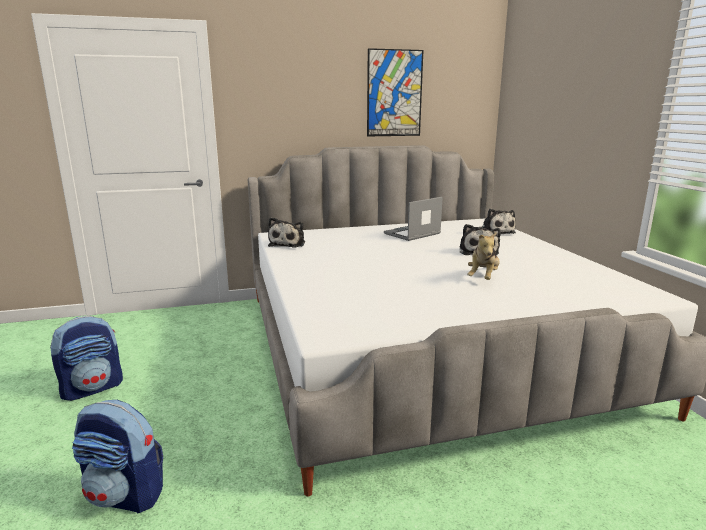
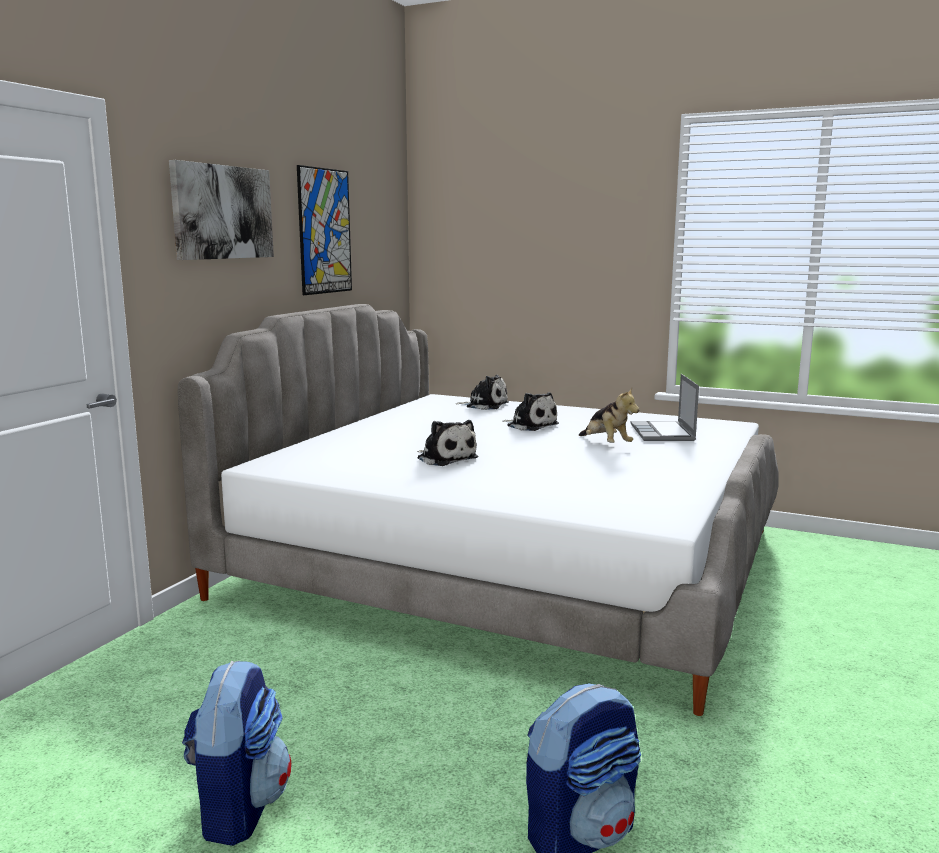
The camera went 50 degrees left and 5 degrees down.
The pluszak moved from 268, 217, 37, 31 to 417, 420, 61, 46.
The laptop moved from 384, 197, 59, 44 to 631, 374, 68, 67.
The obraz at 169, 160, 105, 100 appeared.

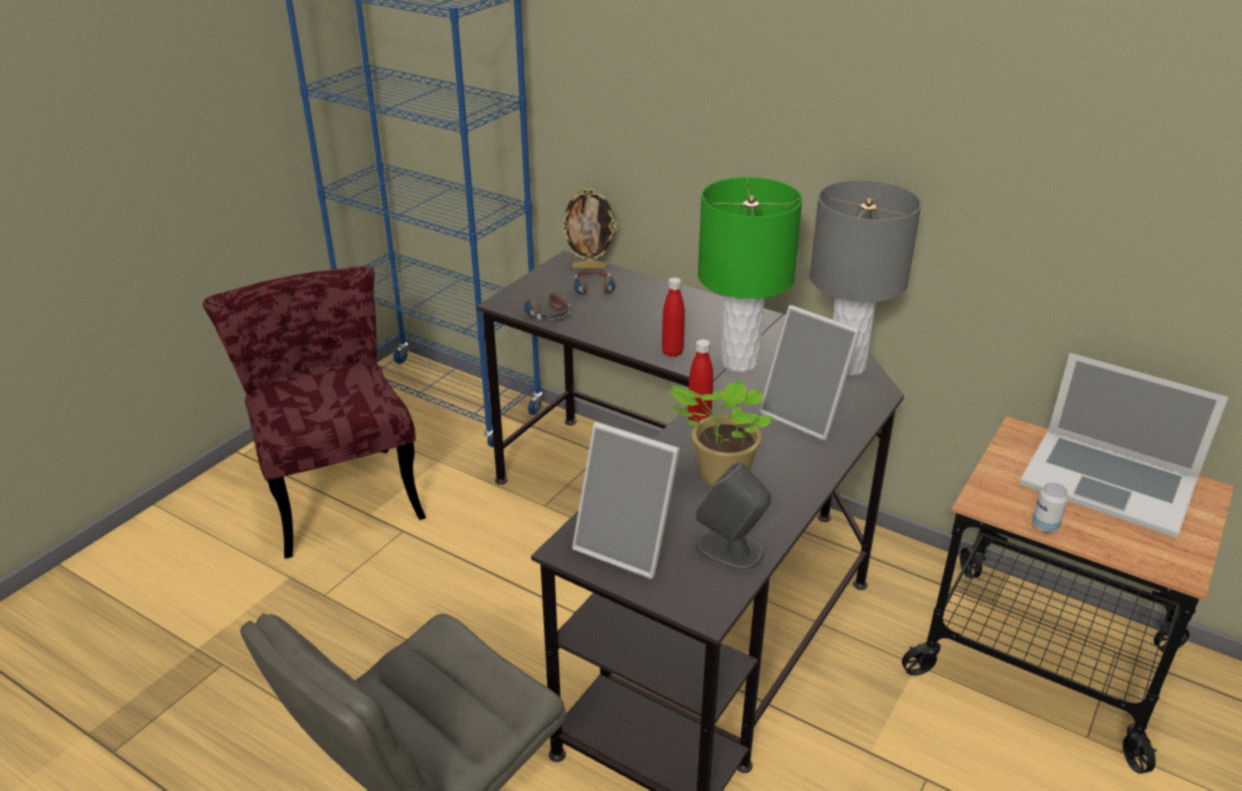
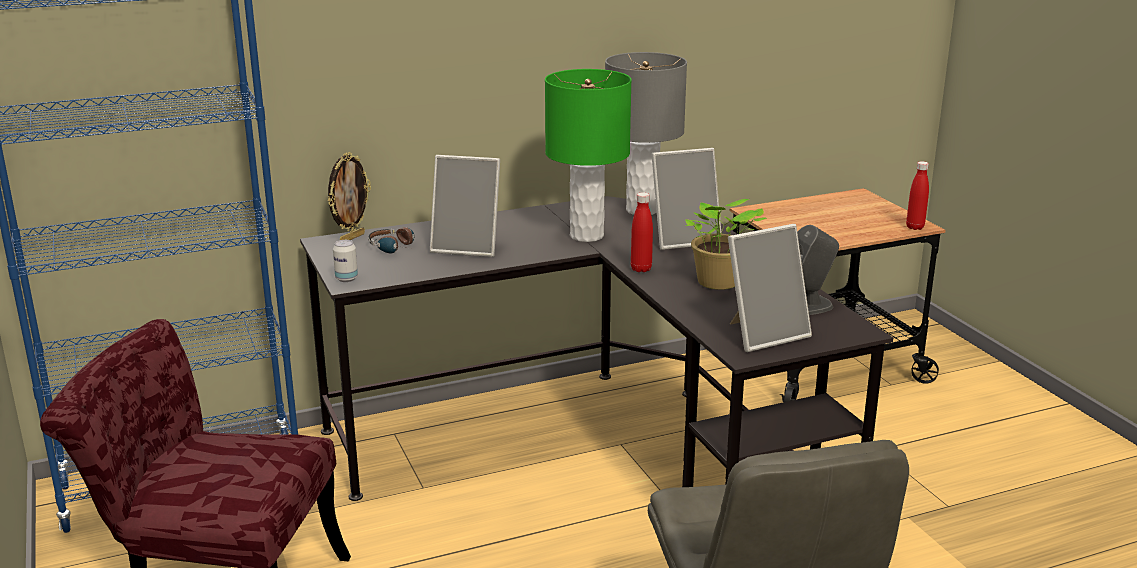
The camera went 55 degrees left and 10 degrees down.
The słuchawki at 524, 291, 46, 30 disappeared.
The butelka [czerwony] moved from 662, 278, 23, 79 to 906, 161, 23, 69.
The laptop at 1019, 353, 210, 185 disappeared.
The puszka moved from 1032, 483, 37, 49 to 333, 240, 25, 42.
The ramka na zdjęcie at 430, 155, 70, 102 appeared.

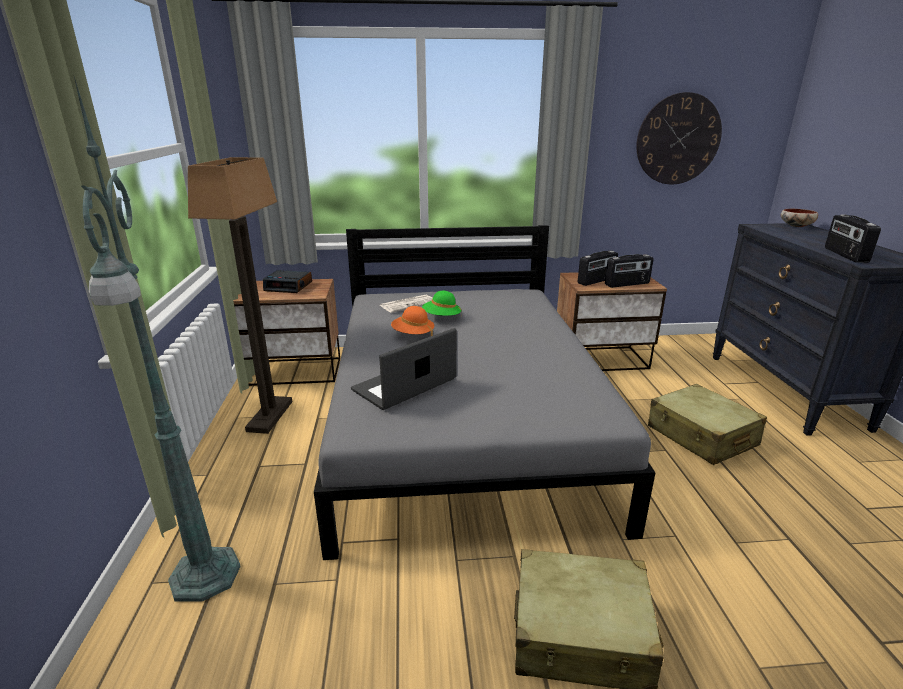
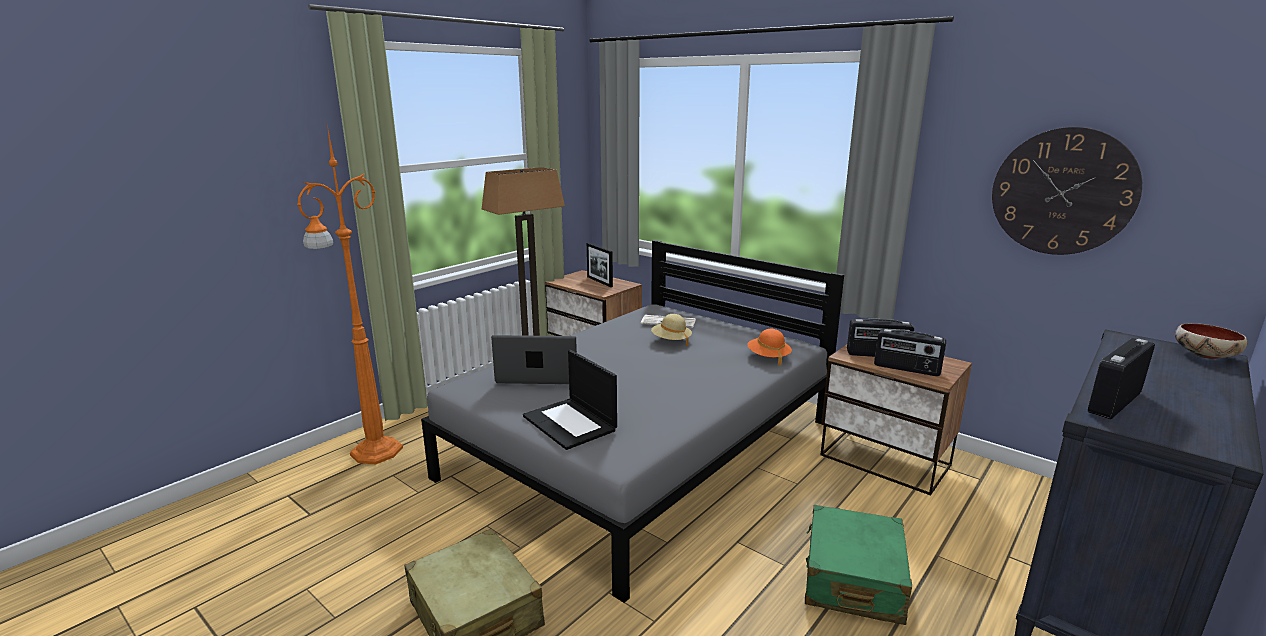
The camera went 45 degrees right and 5 degrees down.
The lampa stojąca [zielony] at 74, 77, 167, 525 became the lampa stojąca [pomarańczowy] at 297, 125, 106, 339.
The budzik at 263, 270, 49, 23 was replaced by the ramka na zdjęcie at 587, 243, 26, 44.
The kapelusz [pomarańczowy] moved from 391, 306, 43, 30 to 747, 329, 45, 37.
The kapelusz [zielony] at 422, 291, 40, 25 became the kapelusz [beżowy] at 651, 314, 41, 32.
The walizka [beżowy] at 648, 384, 119, 81 became the walizka [zielony] at 805, 505, 107, 120.
The laptop at 523, 350, 94, 100 appeared.

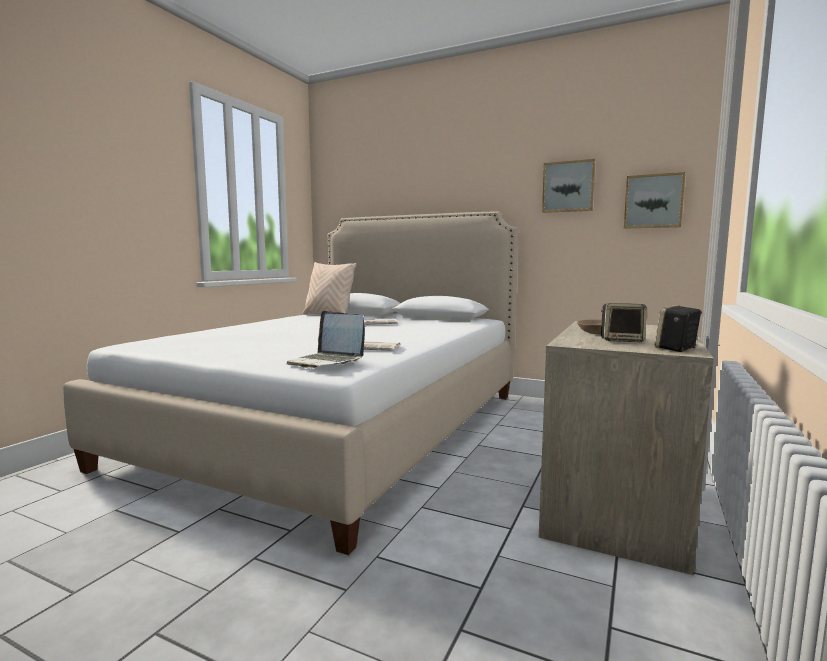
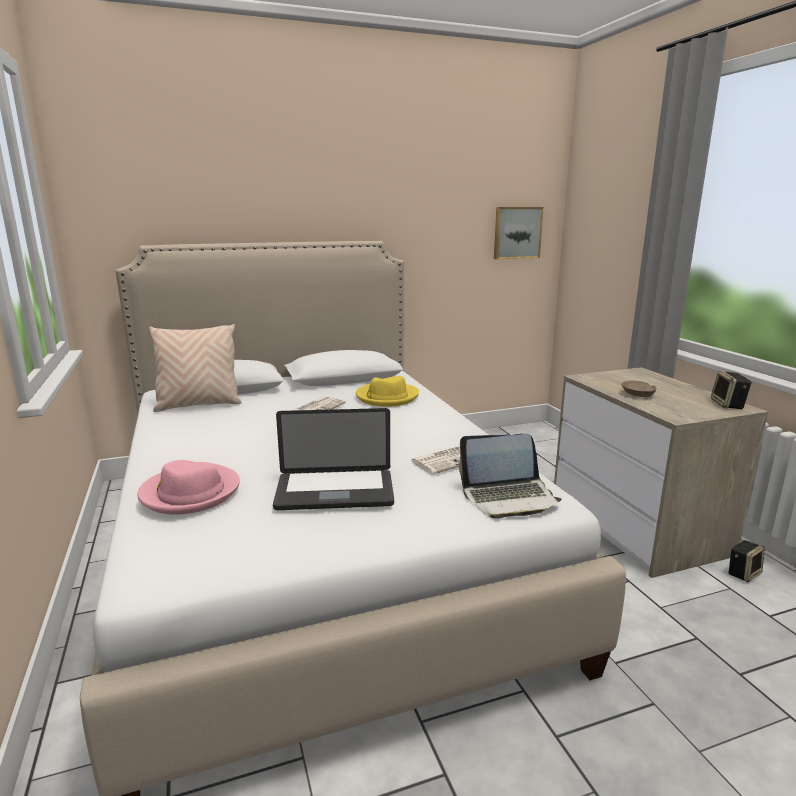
The camera went 45 degrees left and 10 degrees up.
The obraz at 542, 159, 53, 54 disappeared.
The głośnik moved from 601, 303, 46, 39 to 728, 540, 37, 42.
The kapelusz [różowy] at 137, 460, 103, 55 appeared.
The laptop at 273, 408, 121, 102 appeared.
The kapelusz [żółty] at 356, 376, 63, 31 appeared.

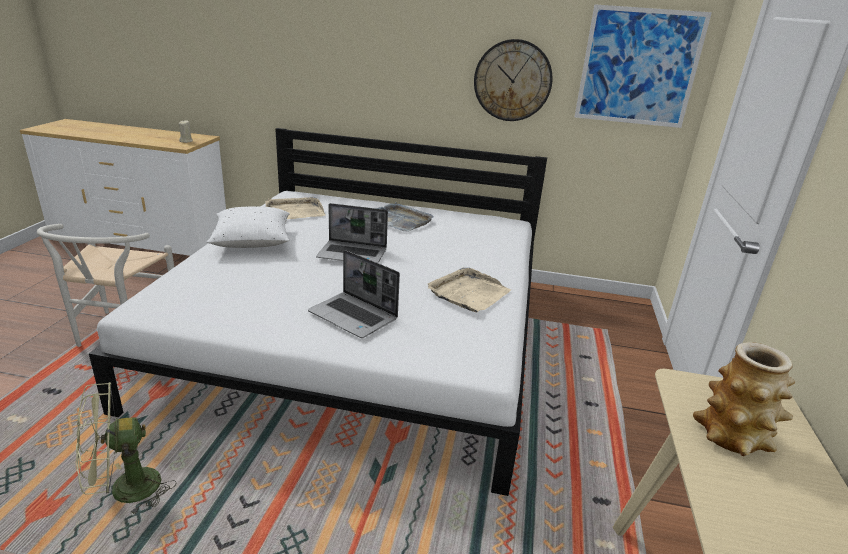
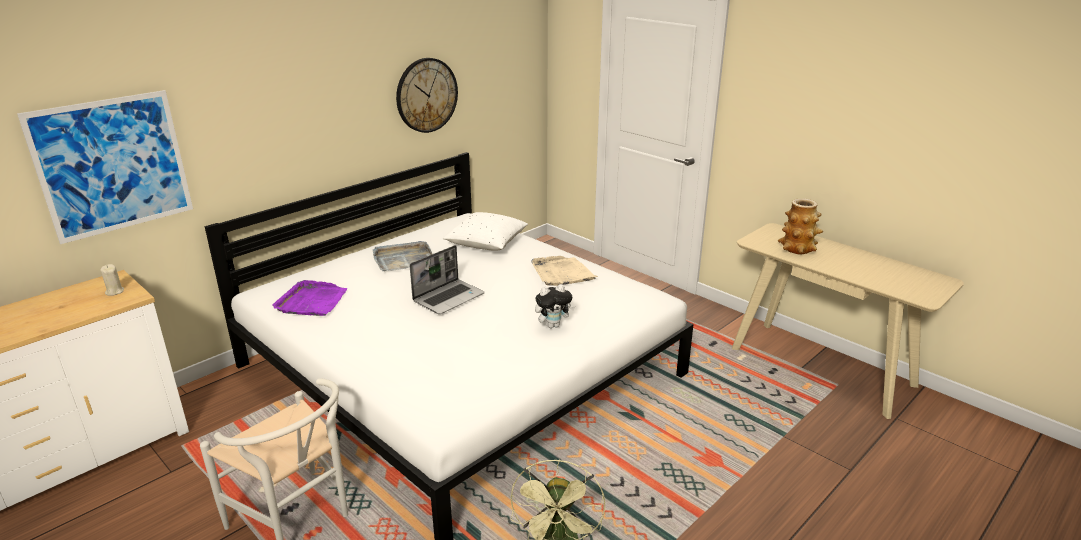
The camera went 55 degrees left and 0 degrees up.
The poduszka [biały] moved from 207, 206, 83, 42 to 443, 212, 85, 39.
The taca [beżowy] at 265, 197, 61, 22 became the taca [fioletowy] at 272, 280, 76, 36.
The laptop at 308, 250, 92, 88 was replaced by the pluszak at 535, 284, 40, 44.
The obraz moved from 575, 4, 137, 124 to 17, 90, 176, 154.

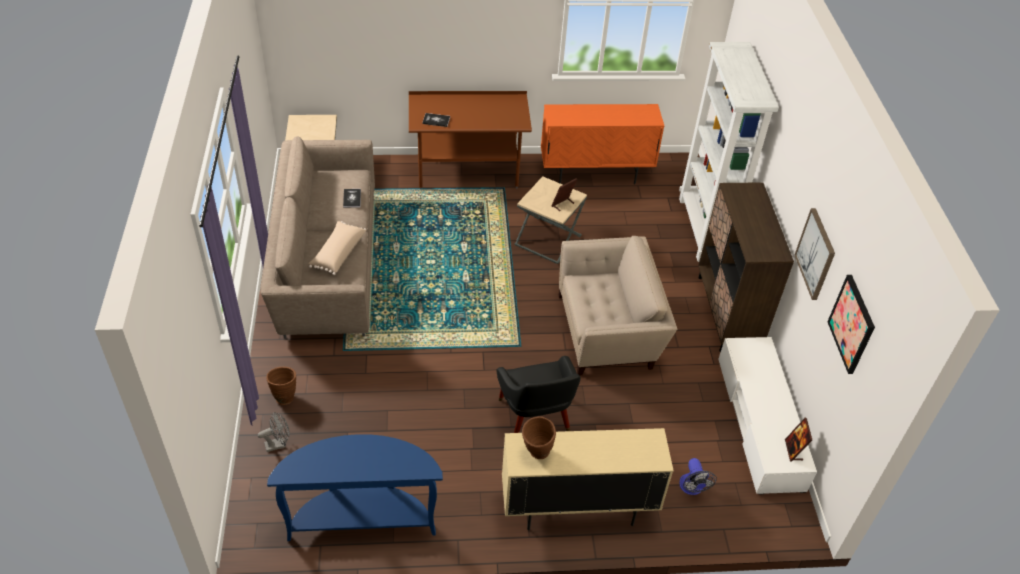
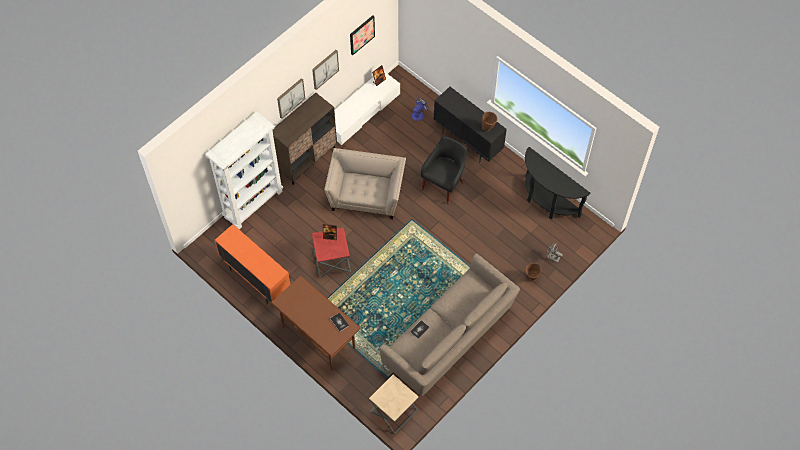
The camera went 130 degrees left and 15 degrees up.
The stolik konsolowy [niebieski] at 267, 434, 176, 107 became the stolik konsolowy [czarny] at 525, 147, 65, 72.
The poduszka [beżowy] at 308, 221, 58, 54 disappeared.
The szafka [beżowy] at 502, 428, 172, 102 became the szafka [czarny] at 434, 87, 73, 75.
The stolik [beżowy] at 514, 176, 73, 88 became the stolik [czerwony] at 312, 227, 39, 51.
The fotel [beżowy] at 559, 236, 118, 139 turned 60 degrees clockwise.
The obraz at 277, 78, 28, 41 appeared.

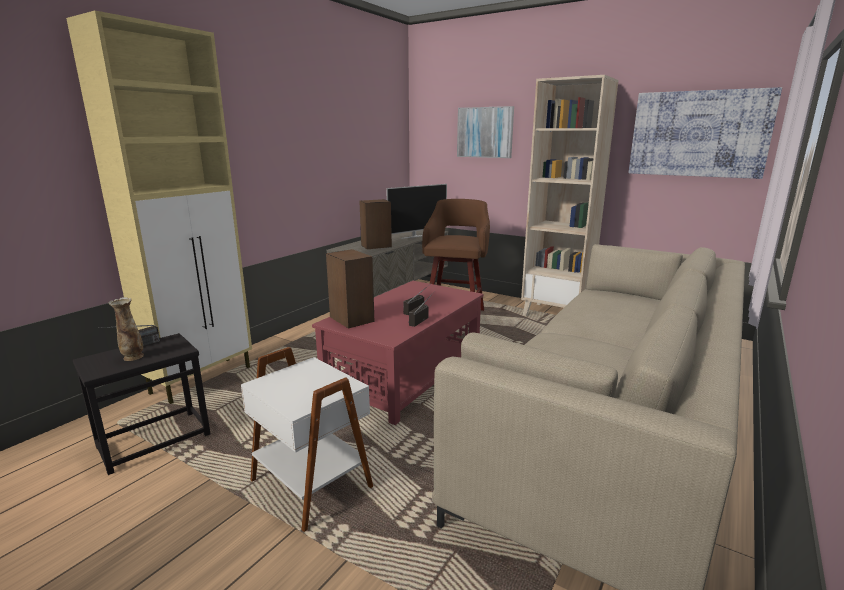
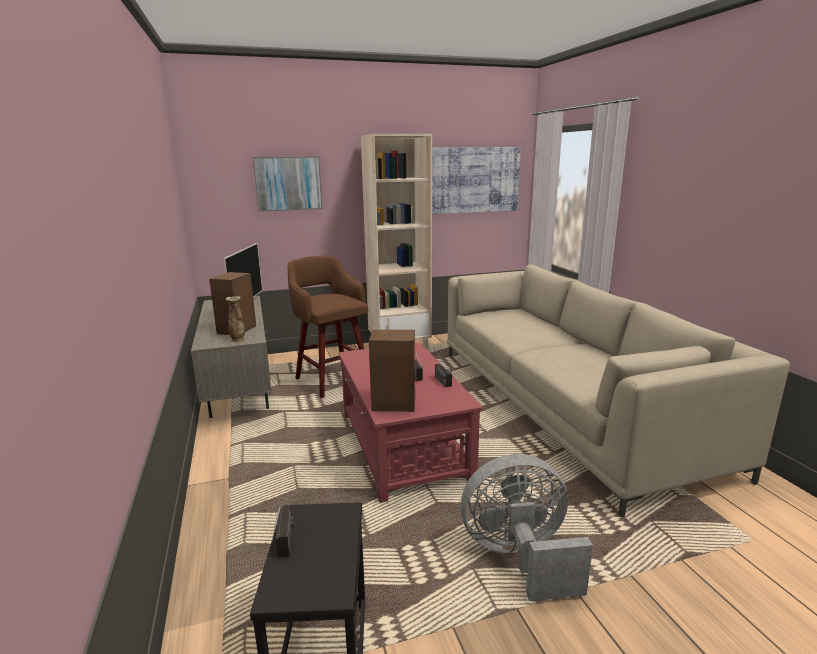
The camera went 50 degrees left and 0 degrees up.
The szafka [beżowy] at 66, 11, 186, 393 disappeared.
The wazon moved from 108, 297, 36, 64 to 226, 296, 19, 46.
The stolik [biały] at 241, 347, 132, 185 was replaced by the wentylator [szary] at 461, 454, 132, 147.

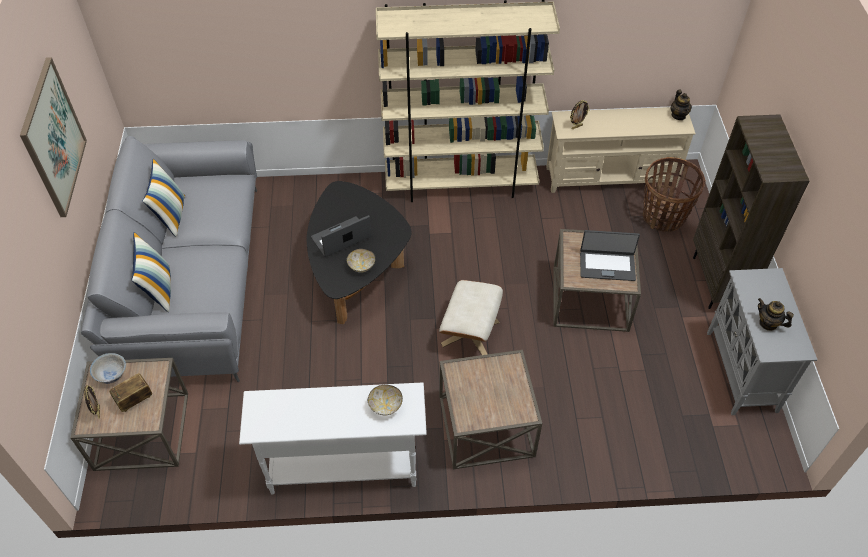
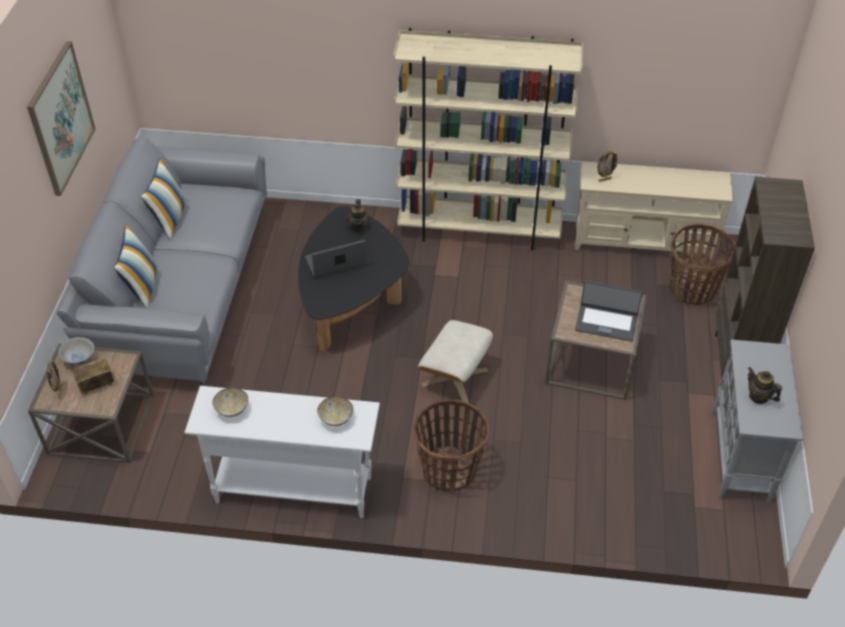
The camera went 10 degrees right and 5 degrees down.
The miska moved from 346, 249, 29, 24 to 213, 388, 35, 29.
The stolik [brązowy] at 439, 350, 103, 119 was replaced by the koszyk at 414, 399, 75, 92.
The imbryk moved from 670, 90, 22, 30 to 346, 199, 24, 33.

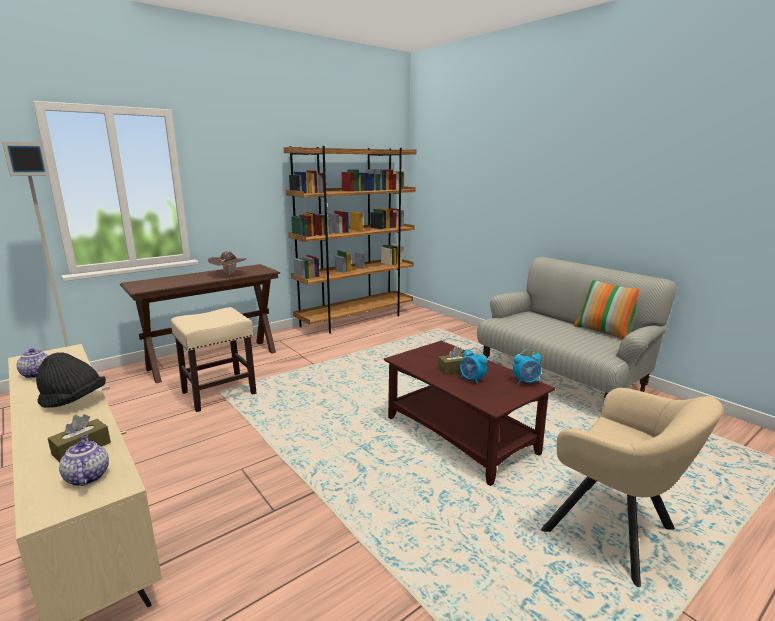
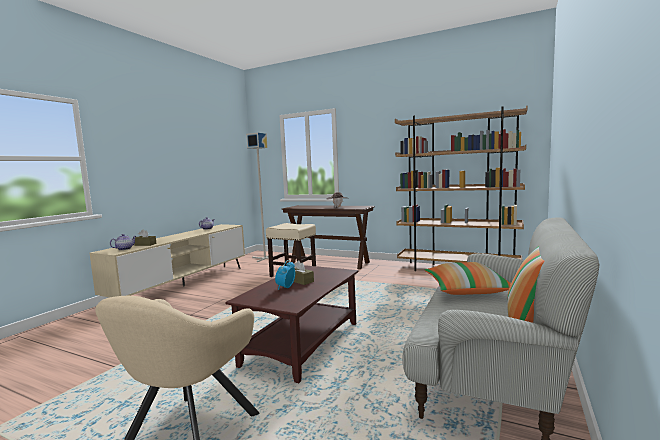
The camera went 65 degrees right and 10 degrees down.
The kapelusz [czarny] at 36, 352, 70, 56 disappeared.
The budzik at 513, 349, 29, 36 disappeared.
The poduszka at 425, 262, 86, 33 appeared.

